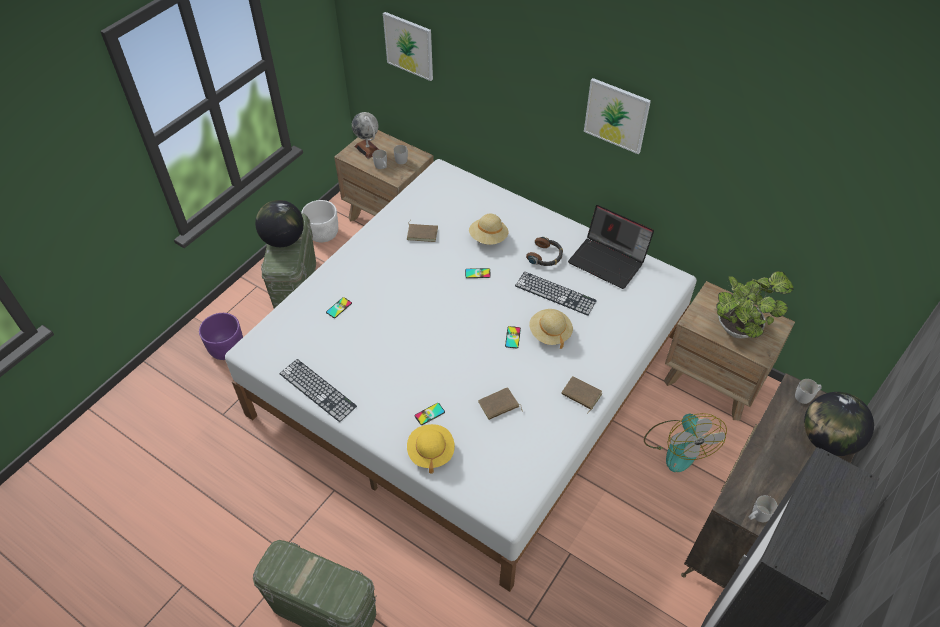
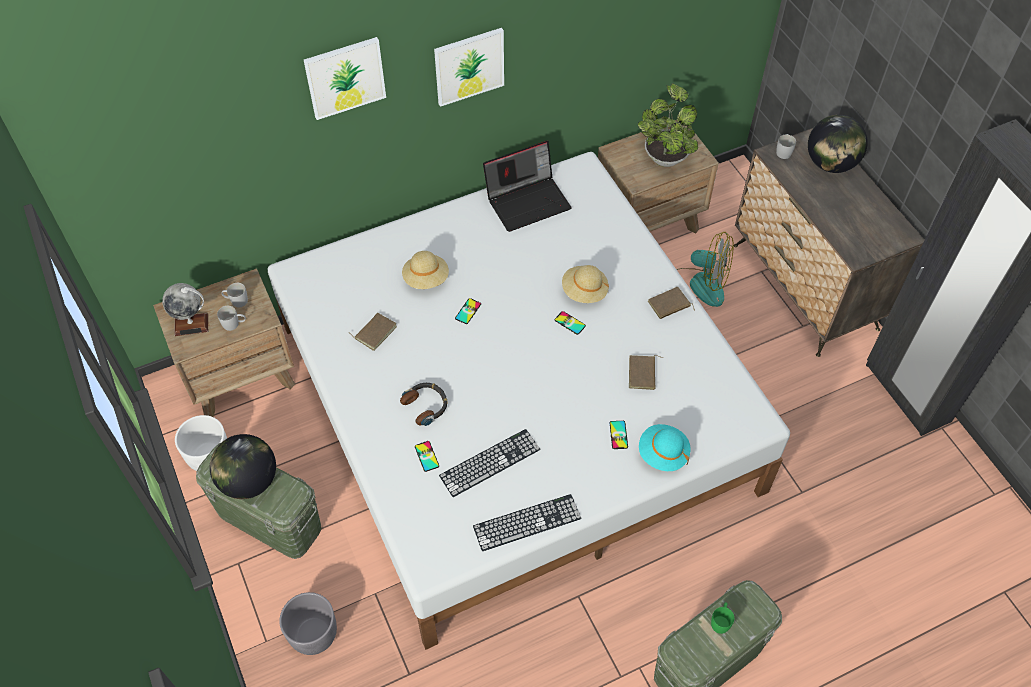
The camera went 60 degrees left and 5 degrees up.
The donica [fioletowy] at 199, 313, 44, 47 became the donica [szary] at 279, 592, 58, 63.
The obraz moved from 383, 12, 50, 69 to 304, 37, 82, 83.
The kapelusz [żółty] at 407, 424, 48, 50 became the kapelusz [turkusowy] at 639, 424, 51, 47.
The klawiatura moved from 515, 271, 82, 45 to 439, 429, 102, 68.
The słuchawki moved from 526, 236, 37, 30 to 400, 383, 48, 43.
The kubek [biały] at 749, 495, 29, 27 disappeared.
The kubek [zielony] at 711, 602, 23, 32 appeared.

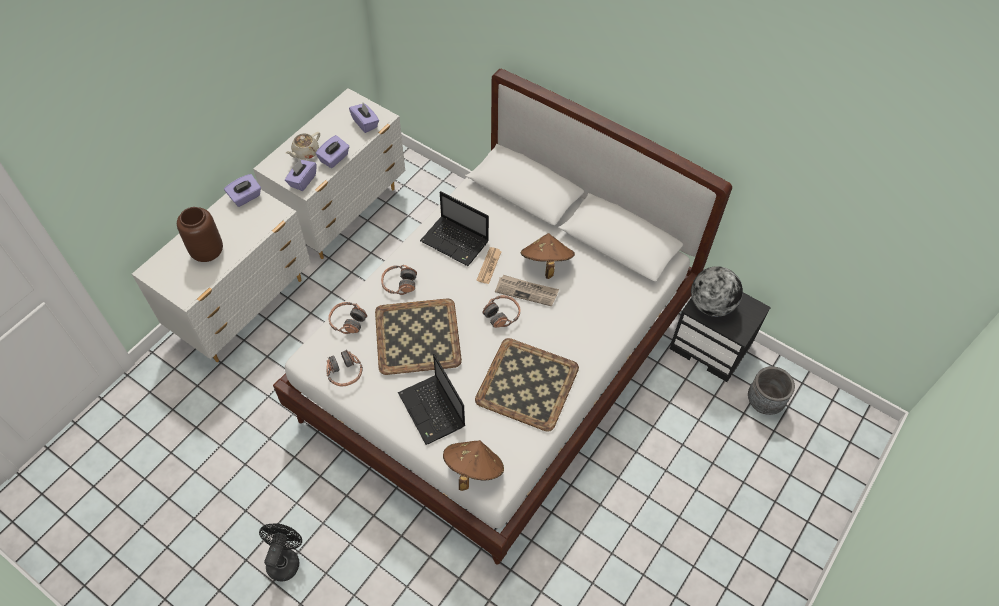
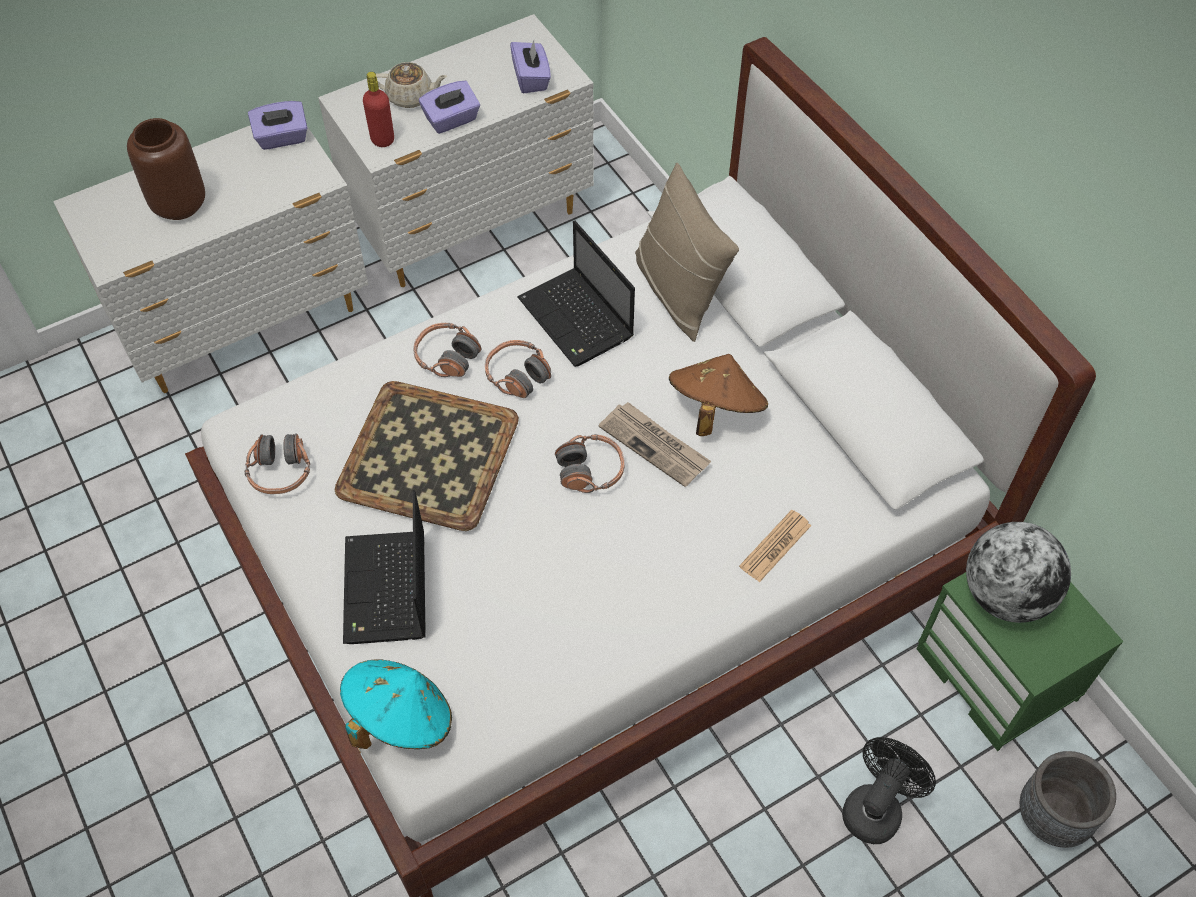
The camera went 25 degrees right and 0 degrees up.
The wentylator [czarny] moved from 259, 523, 43, 59 to 842, 737, 94, 107.
The imbryk [beżowy] at 285, 132, 35, 28 turned 150 degrees counterclockwise.
The pudełko chusteczek [fioletowy] at 285, 160, 31, 31 was replaced by the butelka [czerwony] at 363, 72, 31, 75.
The słuchawki moved from 328, 302, 39, 32 to 485, 340, 66, 58.
The kapelusz [brązowy] at 443, 440, 61, 51 became the kapelusz [turkusowy] at 340, 659, 112, 90.
The taca at 475, 338, 104, 94 disappeared.
The gazeta moved from 477, 247, 25, 37 to 739, 510, 72, 72.
The szafka nocna [czarny] at 670, 292, 101, 90 became the szafka nocna [zielony] at 916, 572, 207, 179.
The poduszka [beżowy] at 635, 163, 104, 179 appeared.

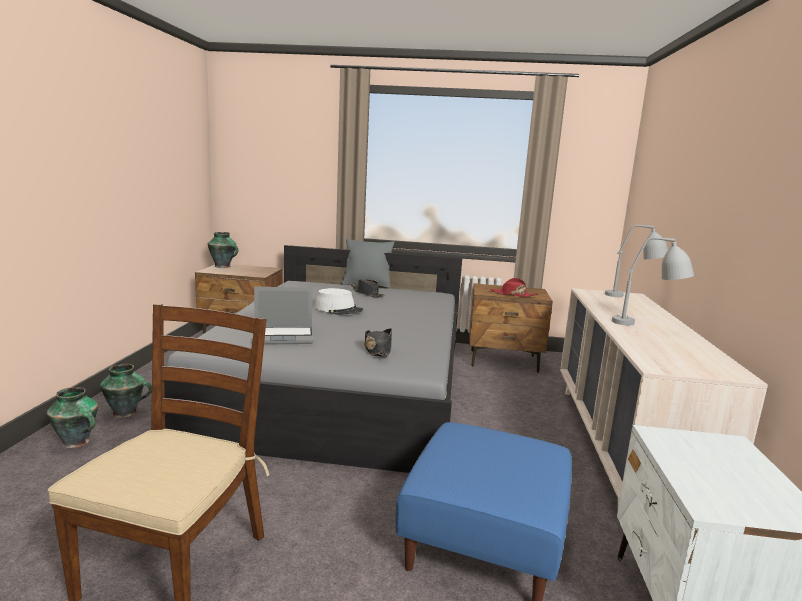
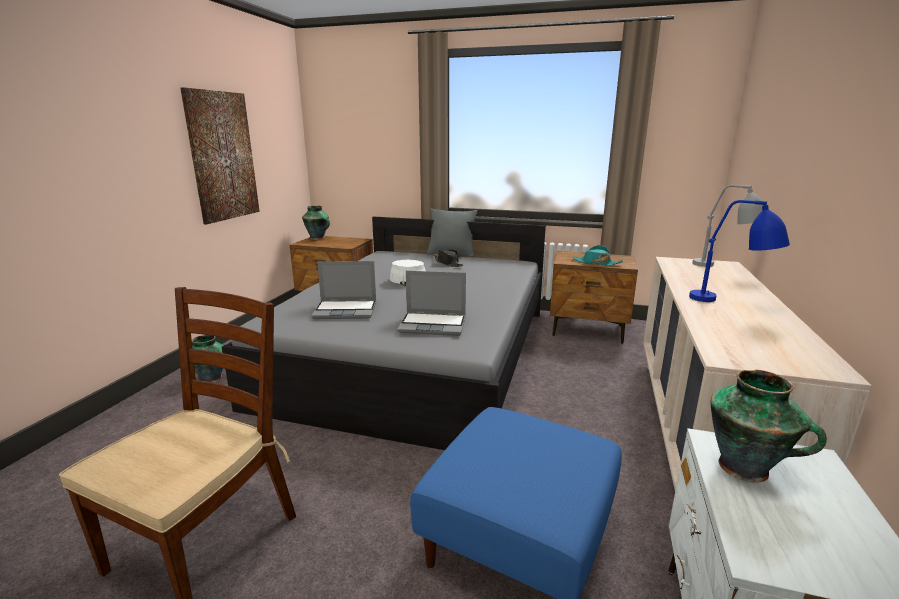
The camera went 10 degrees right and 5 degrees up.
The wazon moved from 46, 387, 52, 61 to 711, 370, 116, 113.
The kapelusz [czarny] at 364, 328, 28, 29 was replaced by the laptop at 397, 271, 69, 65.
The kapelusz [czerwony] at 490, 278, 49, 19 became the kapelusz [turkusowy] at 572, 245, 51, 21.
The lampa stołowa [szary] at 612, 237, 82, 89 became the lampa stołowa [niebieski] at 689, 200, 101, 102.
The obraz at 180, 87, 80, 138 appeared.

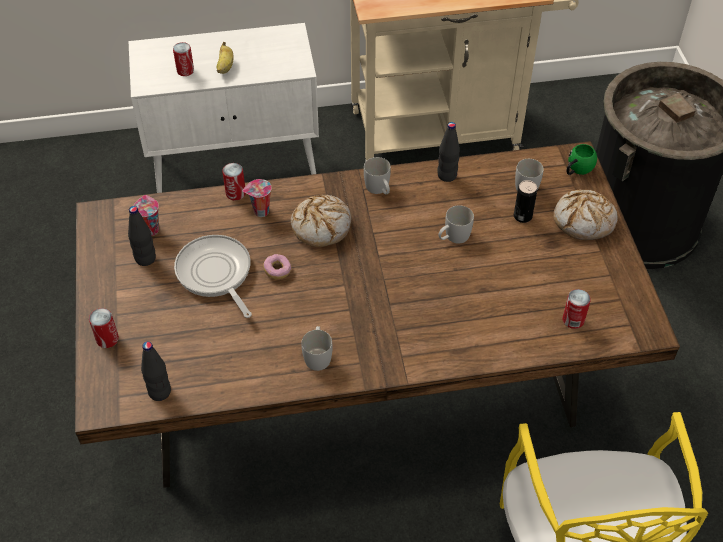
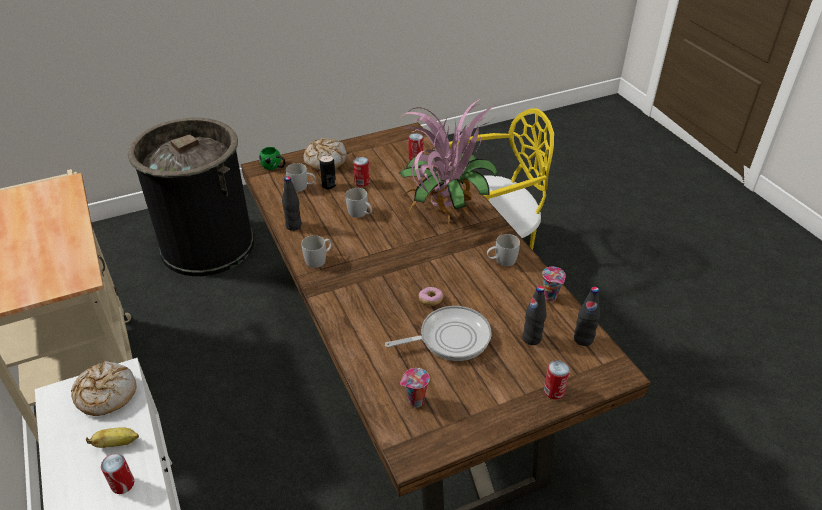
The camera went 105 degrees left and 10 degrees down.
The butelka [czarny] moved from 128, 206, 28, 60 to 522, 286, 25, 59.
The patelnia at 174, 235, 78, 83 turned 150 degrees counterclockwise.
The puszka moved from 223, 163, 23, 37 to 353, 157, 17, 30.
The filiżanka moved from 242, 179, 30, 38 to 542, 267, 24, 35.
The chleb moved from 291, 194, 60, 53 to 71, 361, 65, 55.
The roślina doniczkowa at 399, 97, 99, 129 appeared.

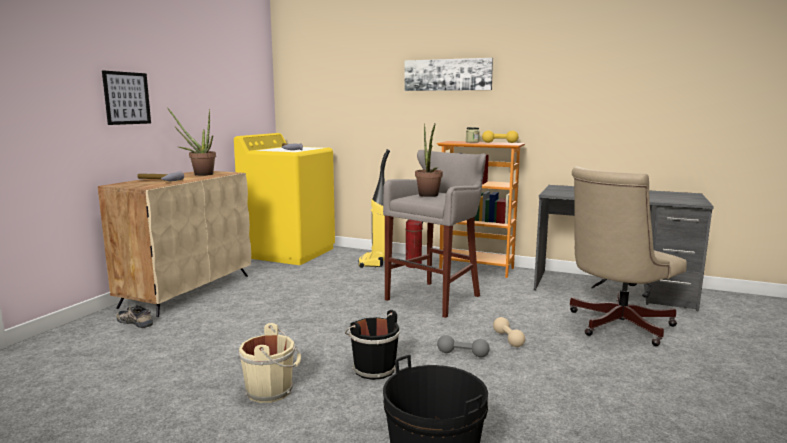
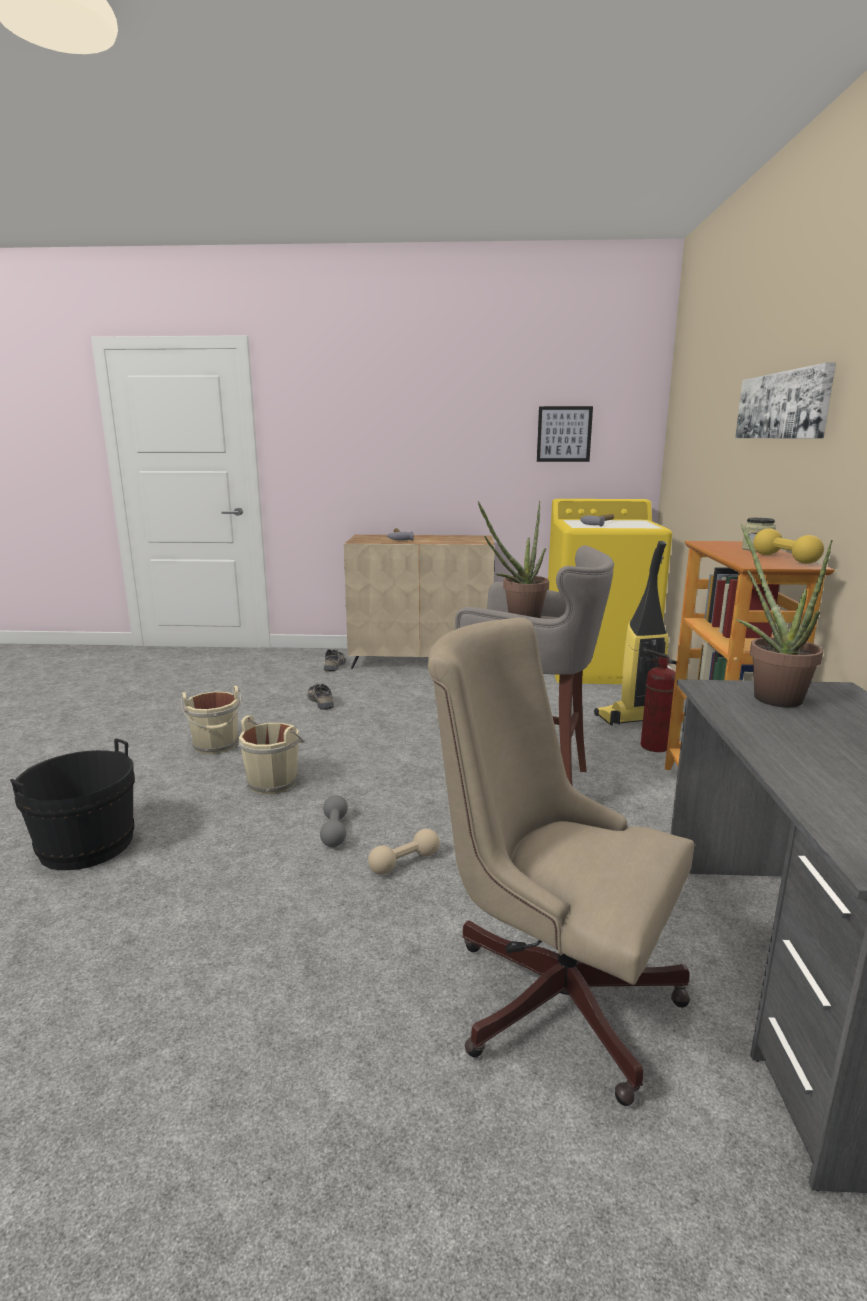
The camera went 70 degrees right and 5 degrees up.
The obraz moved from 102, 71, 49, 54 to 537, 406, 56, 56.
The roślina doniczkowa moved from 167, 107, 49, 69 to 735, 524, 97, 183.
The wiadro [czarny] at 345, 310, 55, 70 became the wiadro [beżowy] at 238, 715, 67, 79.
The but at 307, 683, 27, 27 appeared.

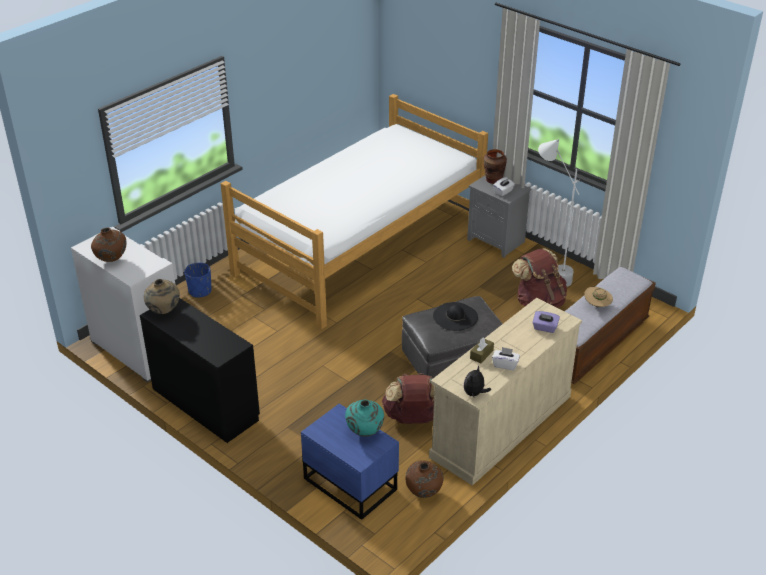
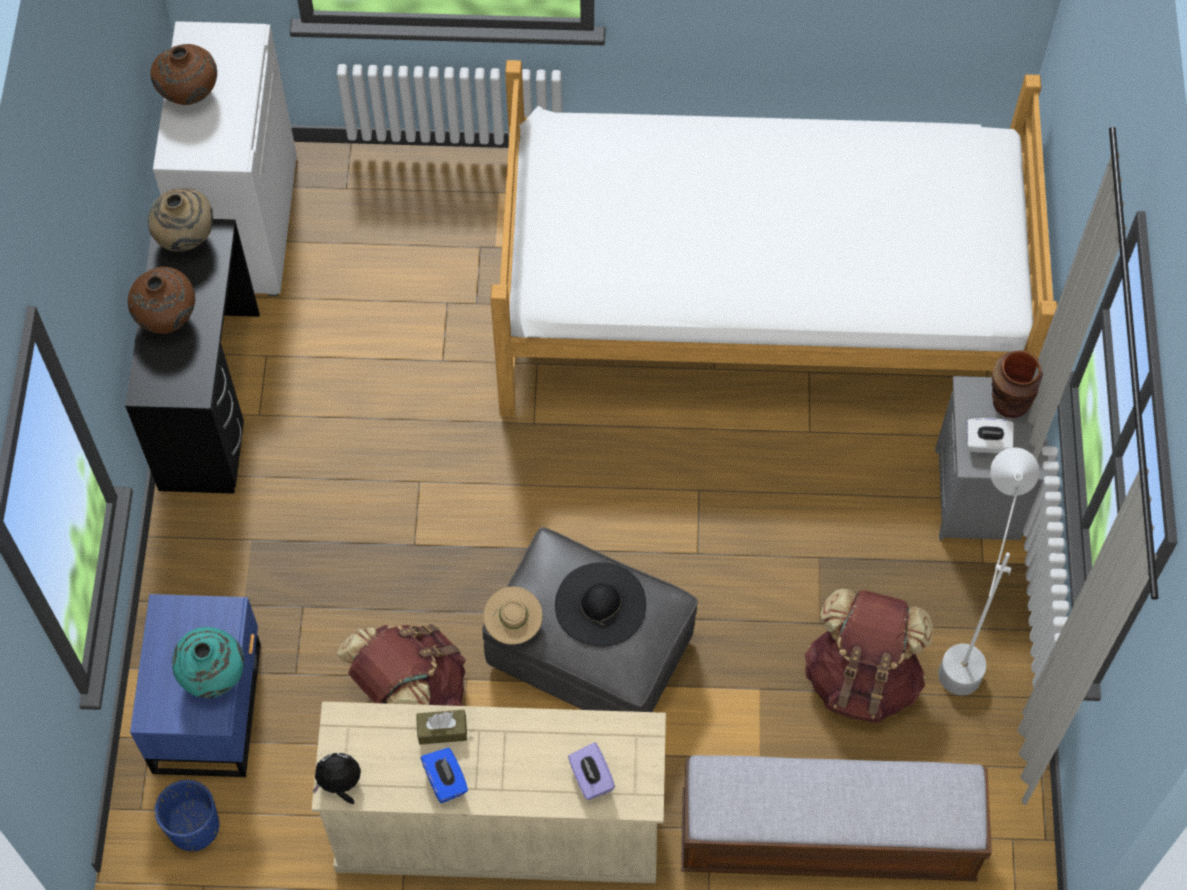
The camera went 50 degrees right and 25 degrees up.
The donica [niebieski] moved from 184, 262, 27, 36 to 155, 780, 64, 71.
The wazon [brązowy] moved from 405, 460, 39, 38 to 128, 267, 67, 67.
The pudełko chusteczek [biały] at 492, 347, 28, 23 became the pudełko chusteczek [niebieski] at 421, 748, 47, 55.
The kapelusz [beżowy] moved from 584, 287, 29, 20 to 483, 586, 60, 59.

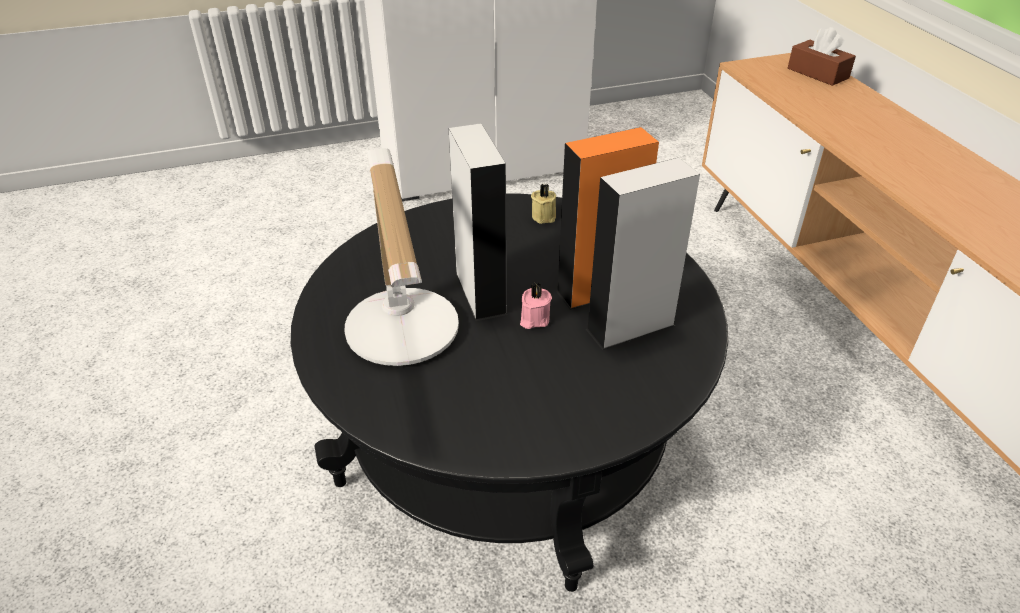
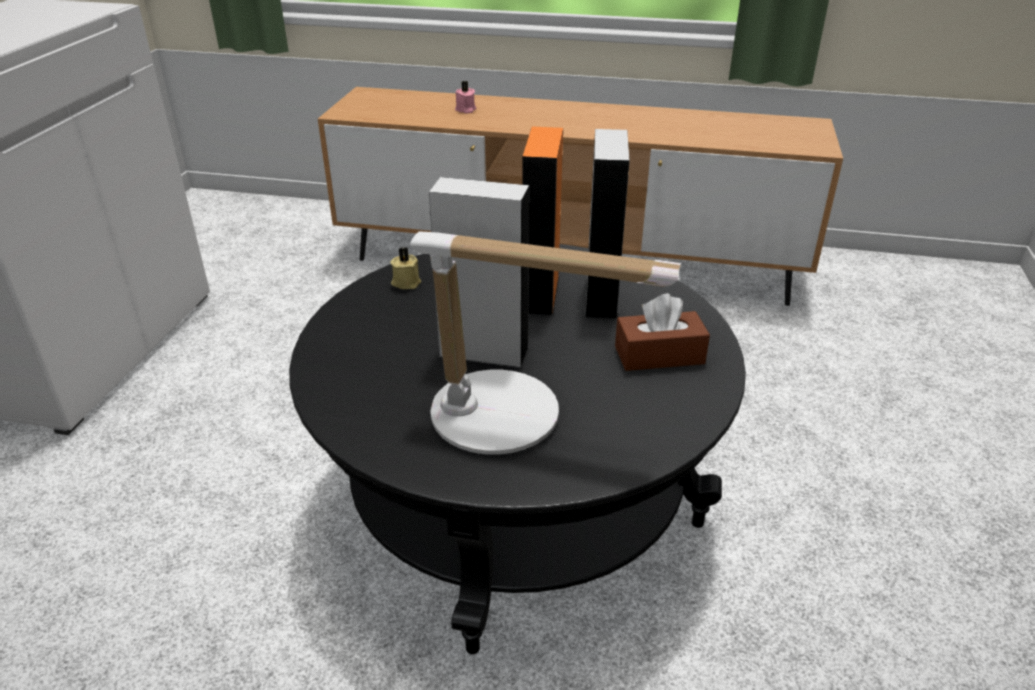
The camera went 60 degrees left and 5 degrees down.
The świeca [różowy] moved from 520, 282, 32, 47 to 455, 81, 21, 32.
The pudełko chusteczek [brązowy] moved from 788, 27, 68, 59 to 615, 293, 95, 78.

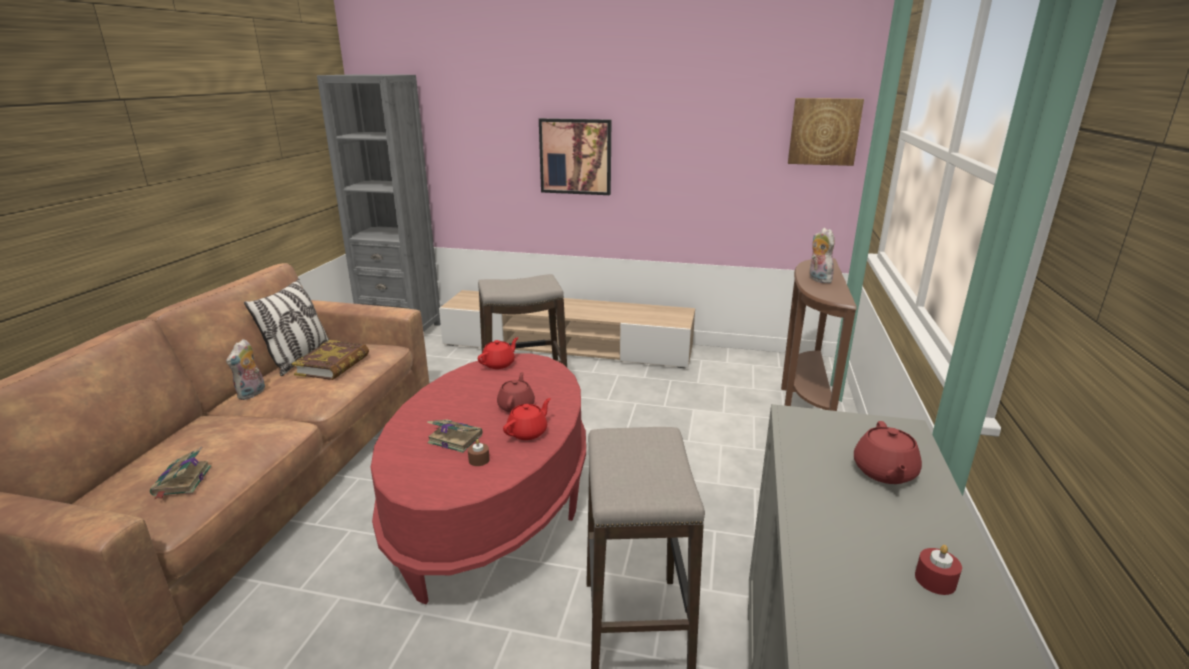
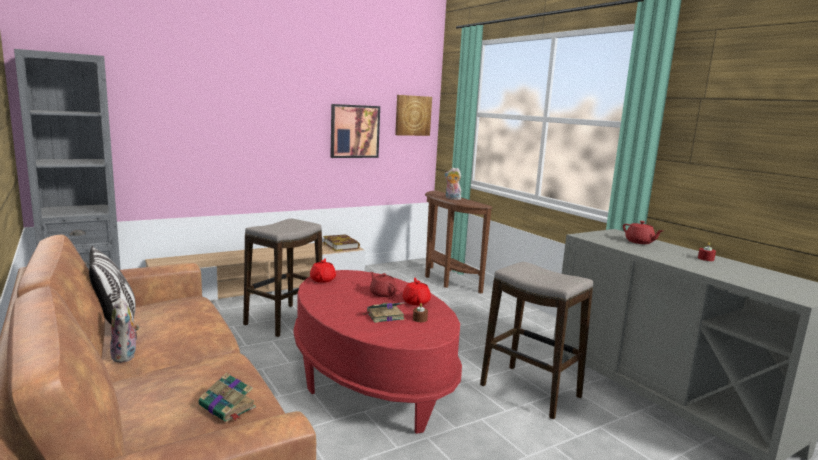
The camera went 45 degrees left and 10 degrees down.
The książka moved from 292, 340, 77, 40 to 323, 234, 37, 17.
The obraz moved from 539, 118, 72, 77 to 330, 104, 50, 54.

